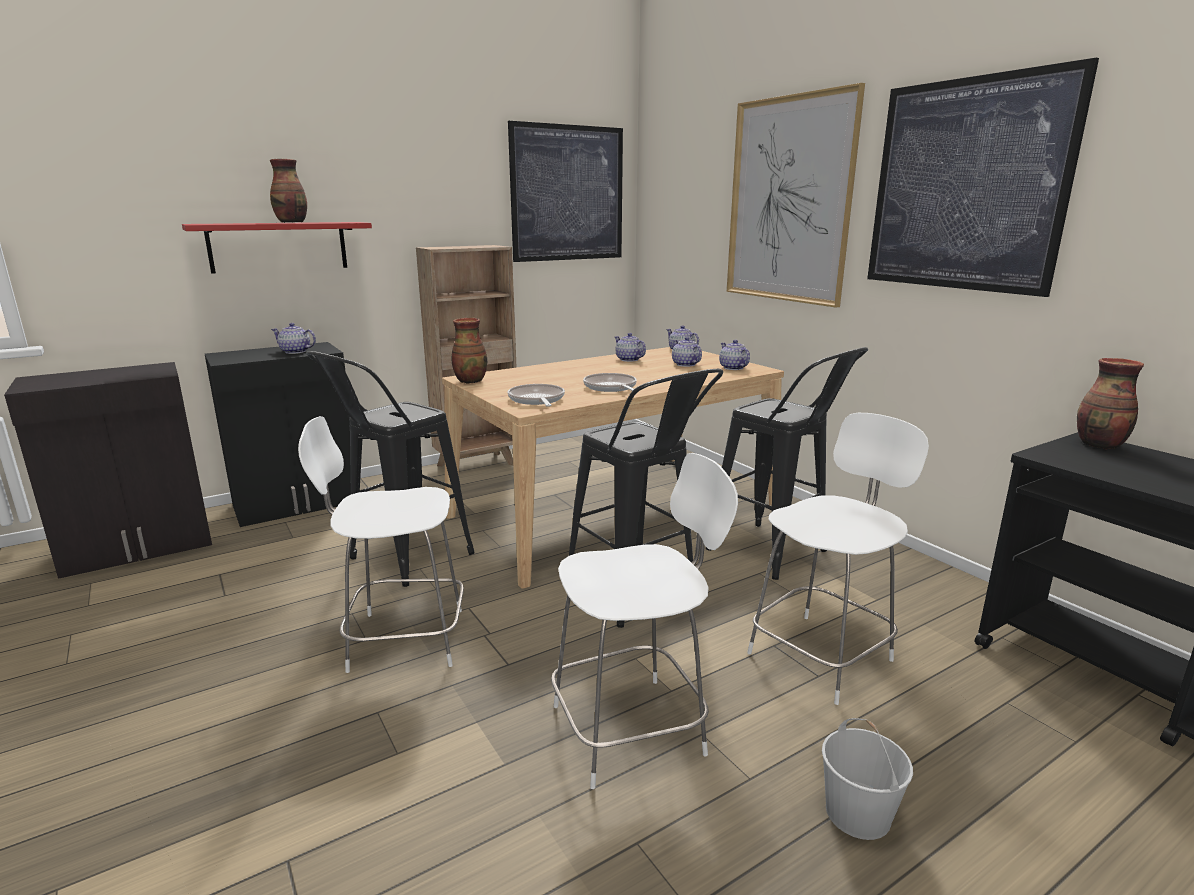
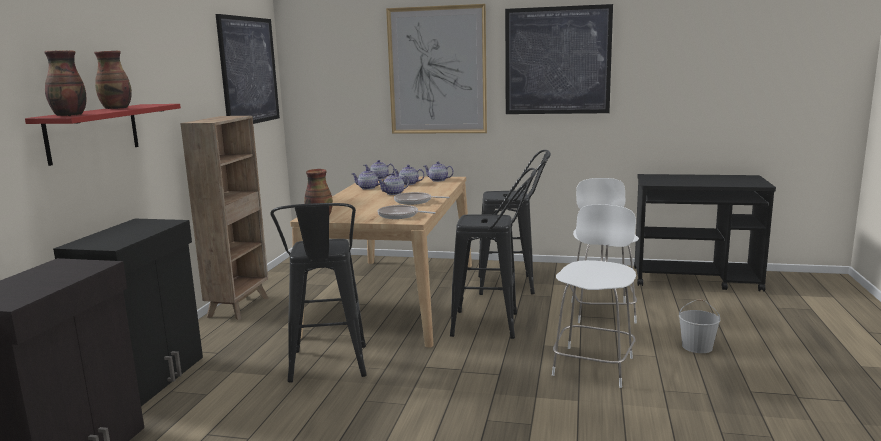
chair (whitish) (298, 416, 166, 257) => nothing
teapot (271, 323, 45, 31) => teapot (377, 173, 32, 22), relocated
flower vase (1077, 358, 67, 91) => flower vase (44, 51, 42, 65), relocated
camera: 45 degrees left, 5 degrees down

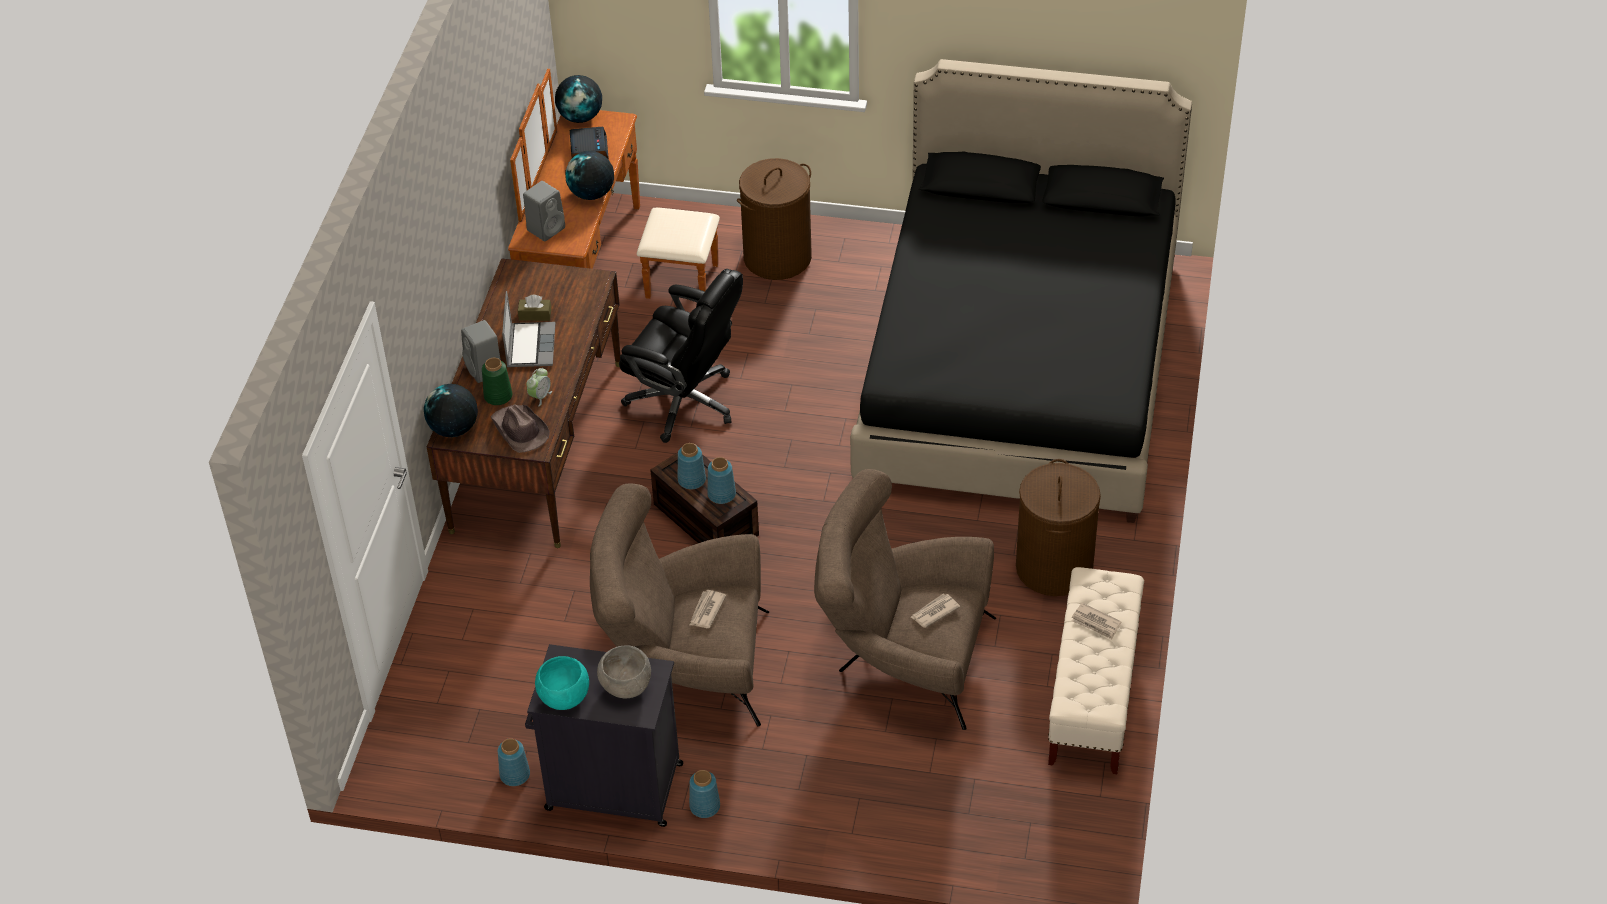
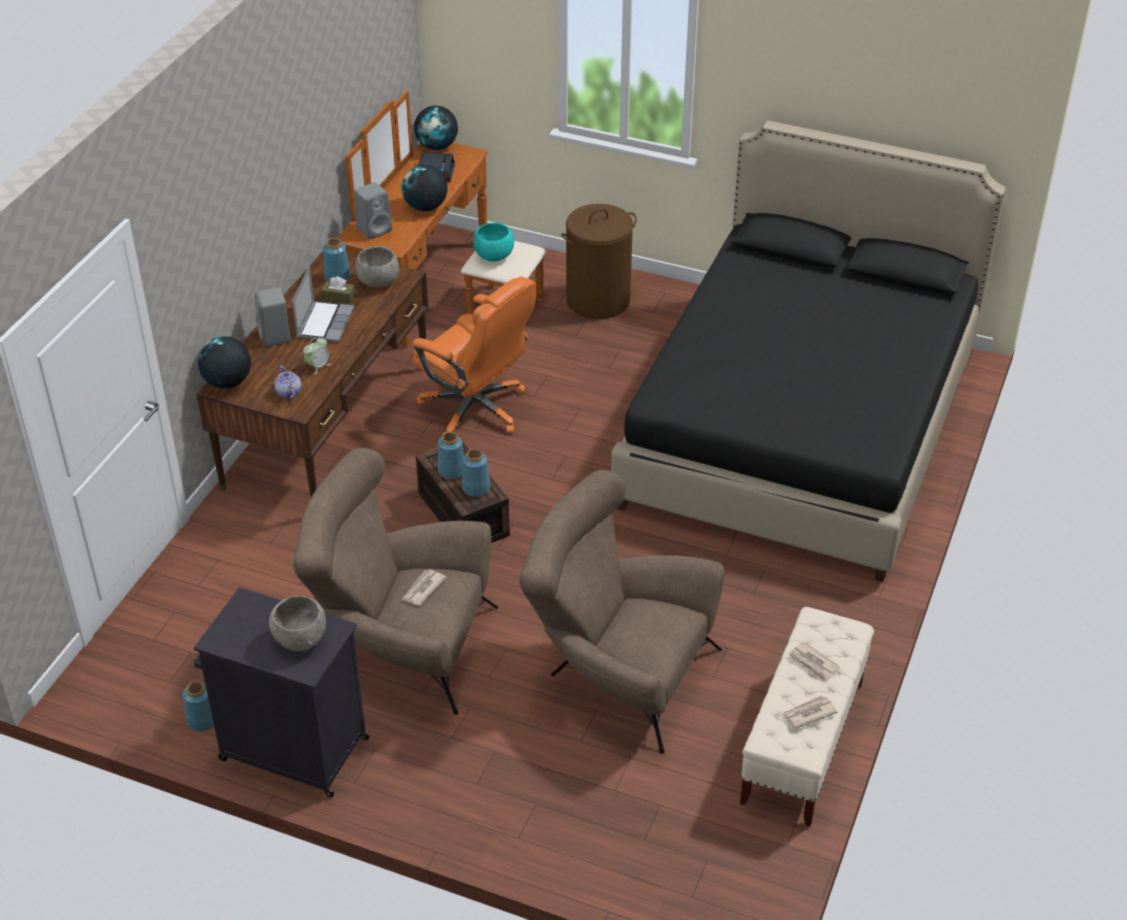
flower vase (green-coloured) (482, 358, 30, 47) => nothing
washing basket (brown-coloured) (1016, 459, 85, 137) => nothing
nothing => deep dish (greyish) (355, 246, 44, 42)
deep dish (turquoise) (535, 656, 54, 54) => deep dish (turquoise) (473, 223, 41, 39), relocated
flower vase (bluish) (689, 770, 31, 48) => flower vase (bluish) (323, 238, 27, 44), relocated
newspaper (911, 593, 49, 35) => newspaper (782, 695, 56, 34), relocated
clothing hat (brown-coloured) (490, 404, 60, 49) => teapot (274, 365, 27, 34)
office chair (black-coloured) (619, 269, 124, 174) => office chair (orangey) (412, 276, 124, 160)
camera: 10 degrees right, 5 degrees down

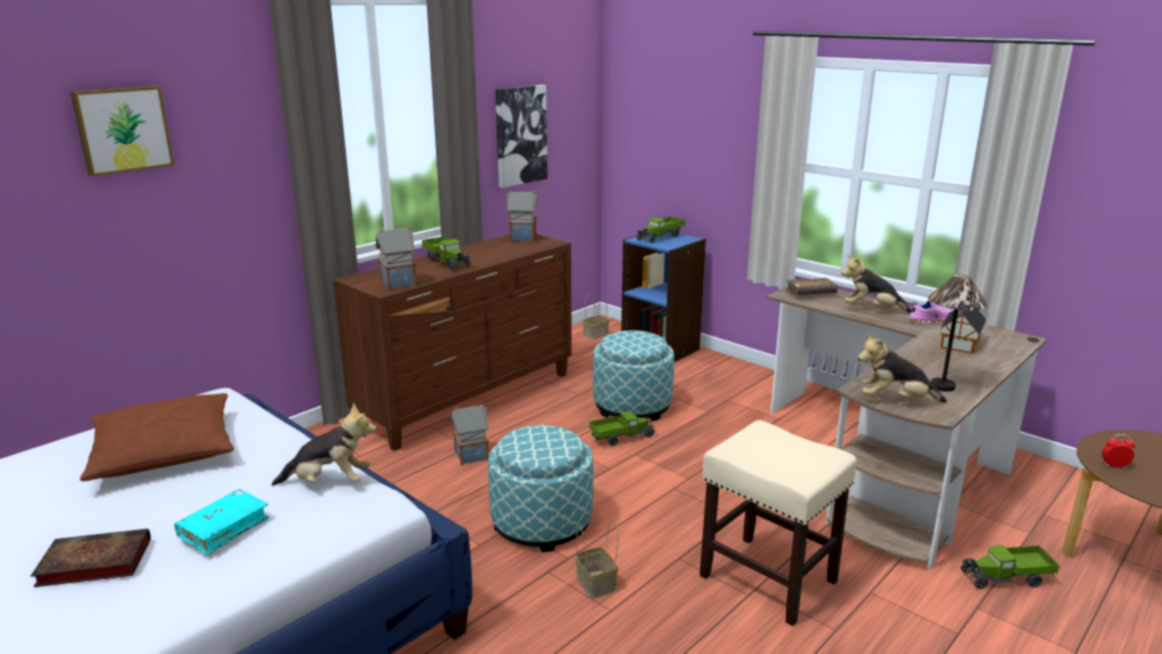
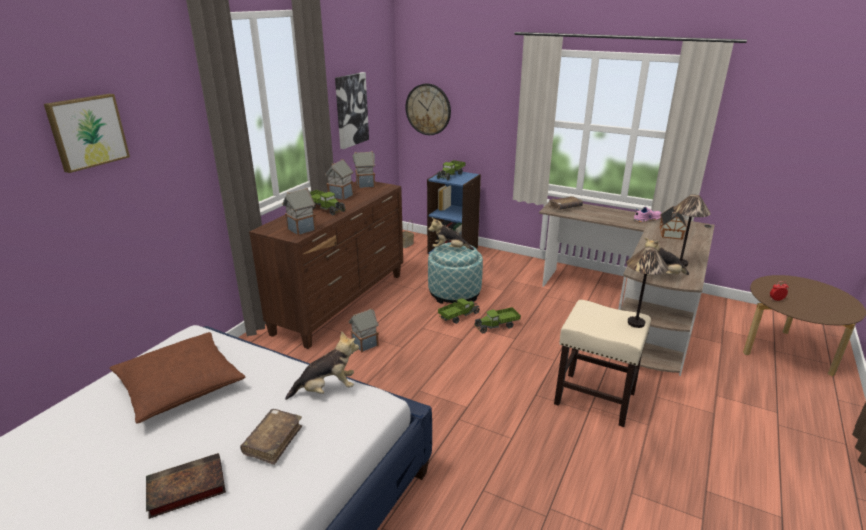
ottoman (488, 425, 105, 127) => nothing
storage basket (575, 518, 43, 80) => nothing
nothing => toy house (325, 159, 29, 42)
nothing => wall clock (405, 84, 46, 51)
nothing => lamp for a table (626, 247, 42, 81)
cuddly toy (841, 255, 71, 58) => cuddly toy (428, 217, 46, 33), relocated
toy truck (960, 545, 100, 44) => toy truck (475, 307, 46, 26), relocated
book (turquoise) (174, 489, 95, 66) => book (brown-coloured) (240, 409, 62, 56)
camera: 15 degrees left, 5 degrees up

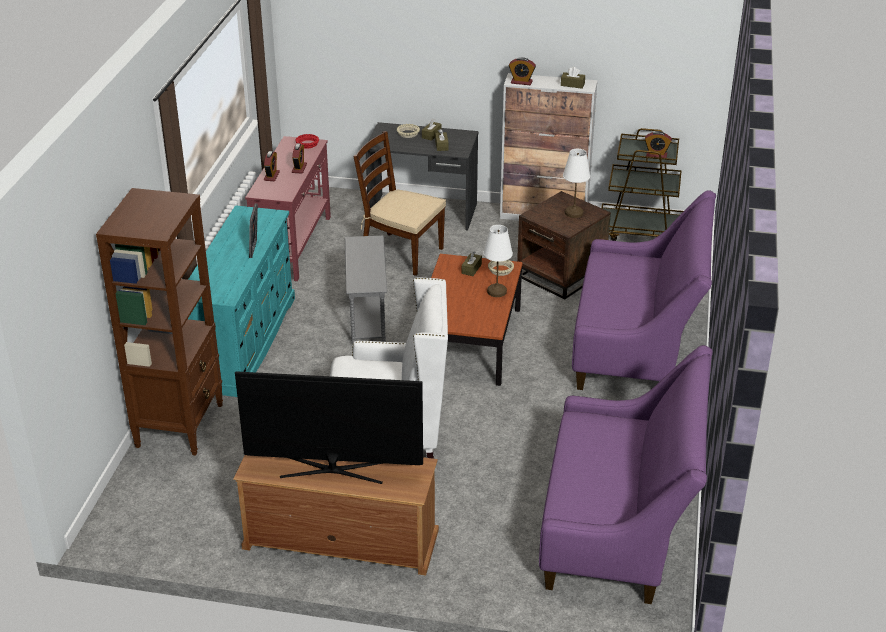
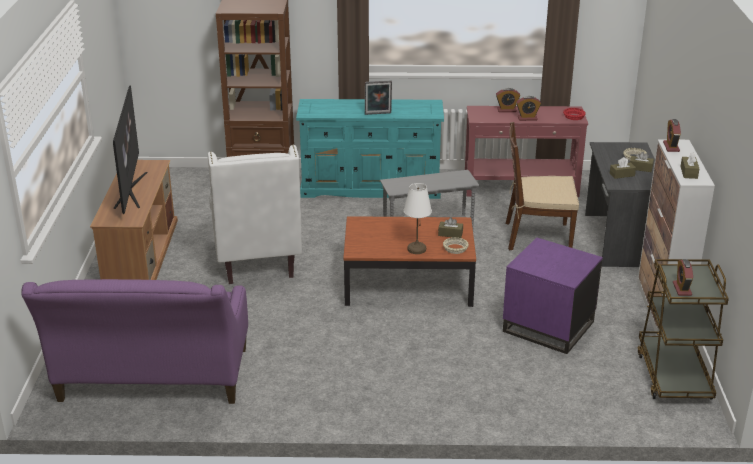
lamp for a table (whitish) (563, 149, 27, 69) => nothing
settee (purplish) (572, 190, 144, 200) => nothing
side table (brown-coloured) (517, 191, 94, 108) => side table (purplish) (503, 237, 100, 117)
chair (brown-coloured) (353, 131, 93, 145) => chair (brown-coloured) (506, 122, 73, 128), 105 degrees counterclockwise
camera: 80 degrees right, 5 degrees down

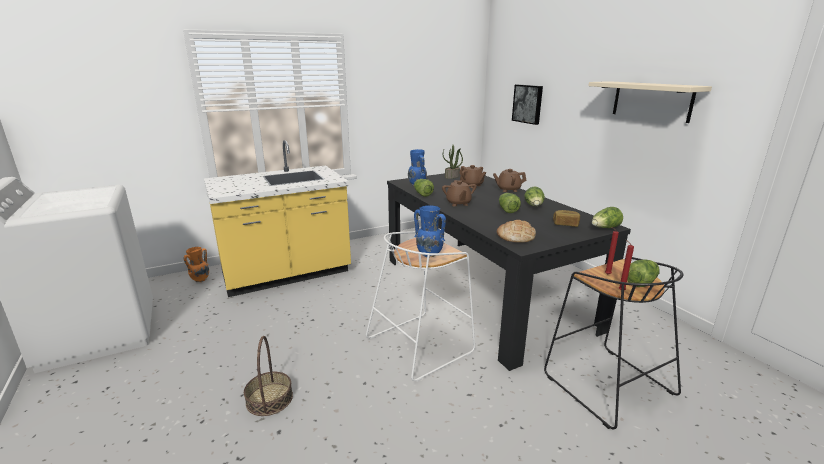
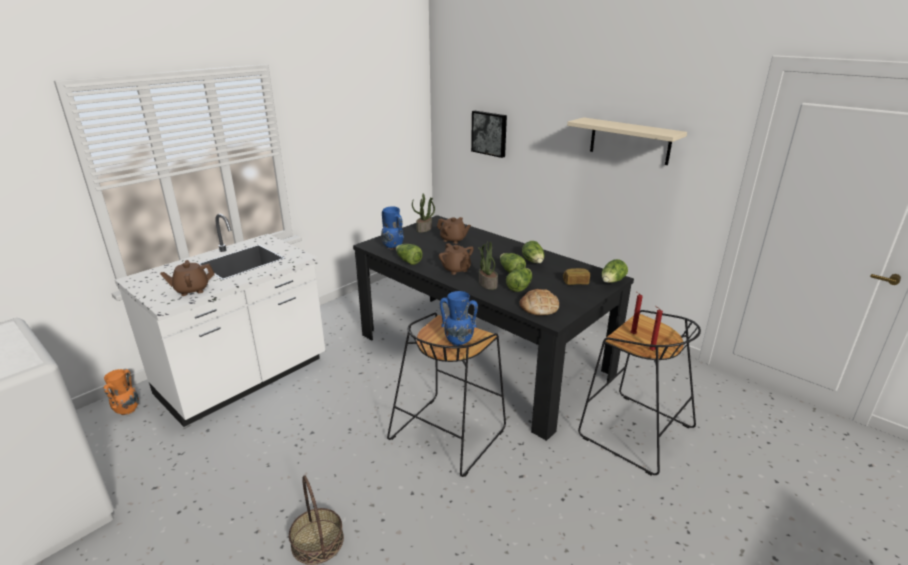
nothing => plant in a pot (478, 241, 20, 49)
teapot (brown-coloured) (493, 169, 33, 23) => teapot (brown-coloured) (160, 260, 55, 36), relocated
lettuce (627, 259, 33, 28) => lettuce (506, 268, 26, 24), relocated
counter (yellow-coloured) (204, 140, 147, 157) => counter (whitish) (115, 214, 210, 213)
stool seat (whitish) (366, 231, 109, 151) => stool seat (black-coloured) (387, 313, 119, 164)
camera: 20 degrees left, 5 degrees up

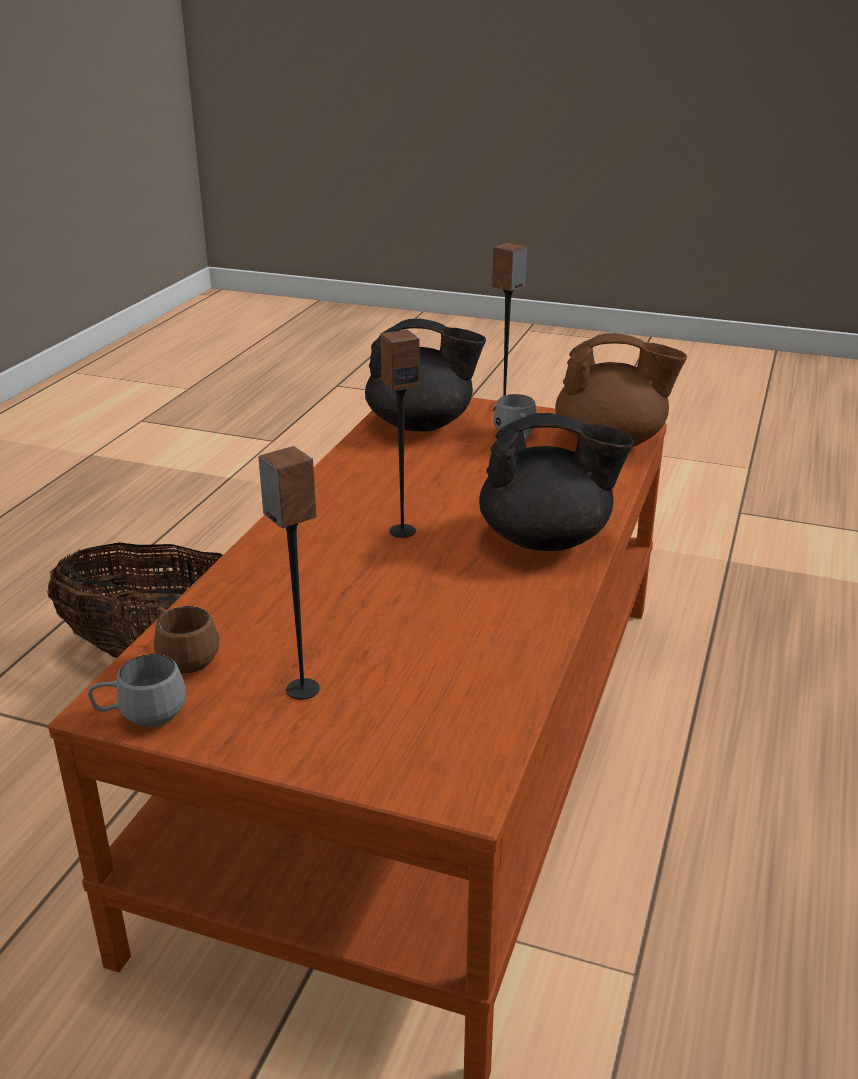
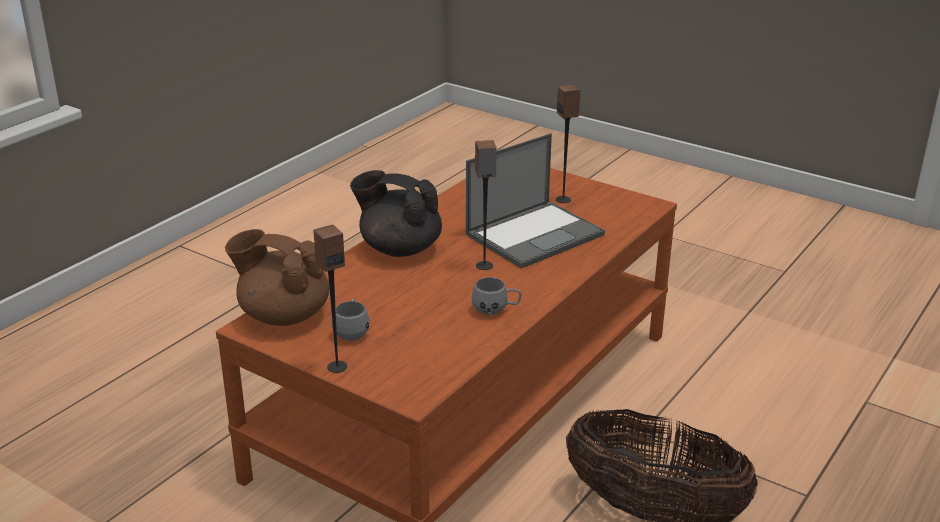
tea mug (brown-coloured) (154, 606, 66, 67) => nothing
teapot (black-coloured) (365, 319, 121, 112) => nothing
nothing => laptop (466, 133, 139, 136)
tea mug (greyish) (88, 654, 98, 73) => tea mug (greyish) (472, 277, 50, 38), relocated
camera: 165 degrees left, 0 degrees up

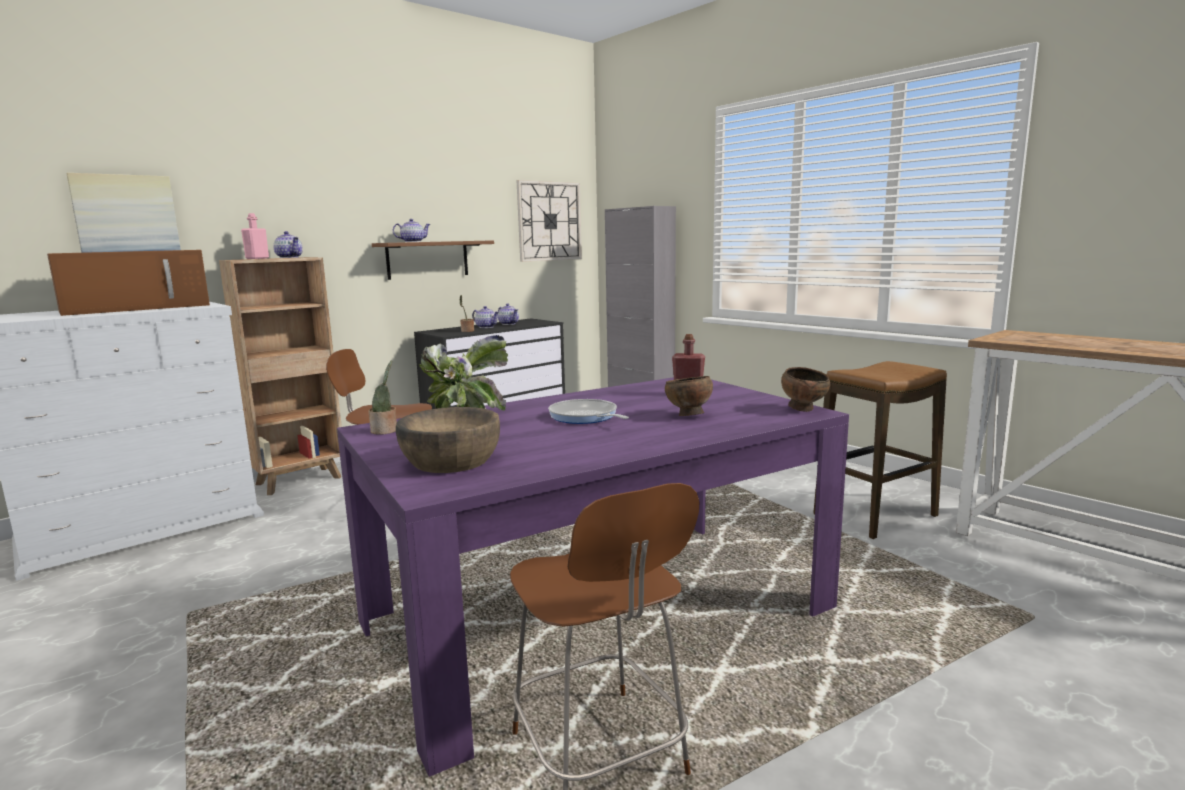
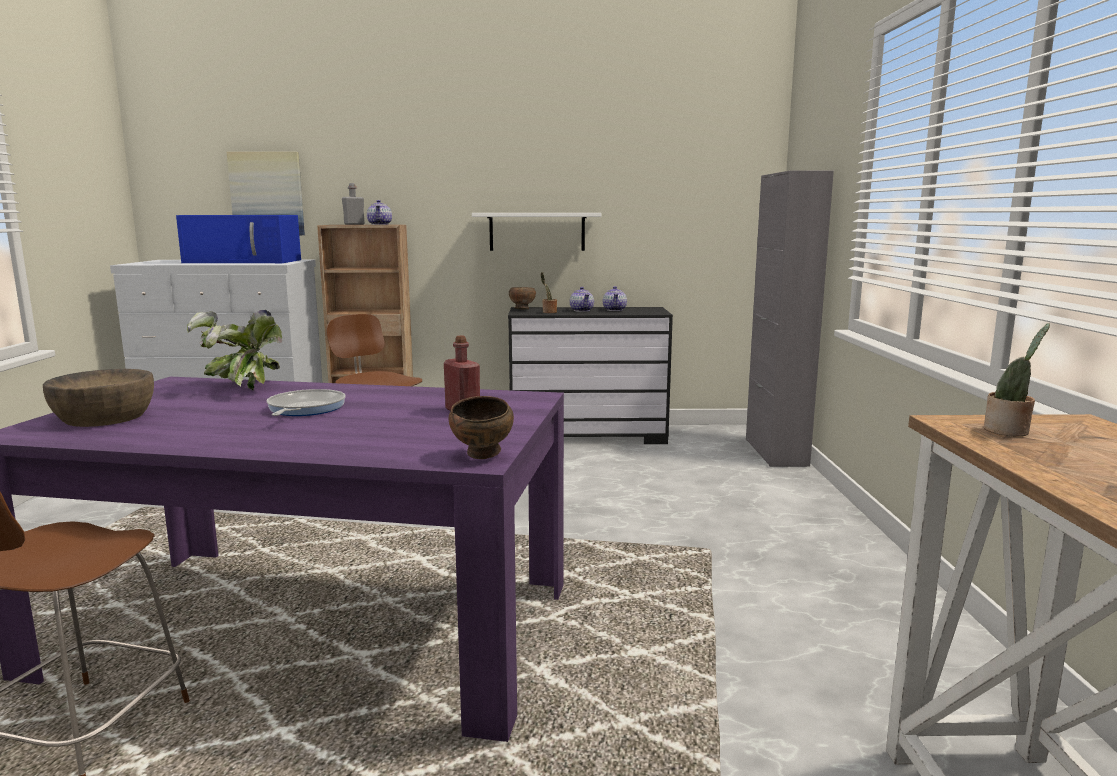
teapot (393, 219, 38, 23) => nothing
wall clock (516, 180, 66, 82) => nothing
stool seat (813, 361, 134, 178) => nothing
plant in a pot (368, 361, 29, 74) => plant in a pot (984, 323, 66, 113), relocated
deep dish (brown-coloured) (665, 376, 48, 40) => deep dish (brown-coloured) (509, 287, 27, 22), relocated
kitchen microwave (brown-coloured) (47, 250, 163, 66) => kitchen microwave (bluish) (176, 215, 125, 48)
beverage bottle (pink-coloured) (241, 213, 28, 46) => beverage bottle (greyish) (342, 183, 23, 42)
shelf (brown-coloured) (372, 240, 122, 40) => shelf (whitish) (472, 213, 130, 38)
camera: 40 degrees right, 0 degrees up

